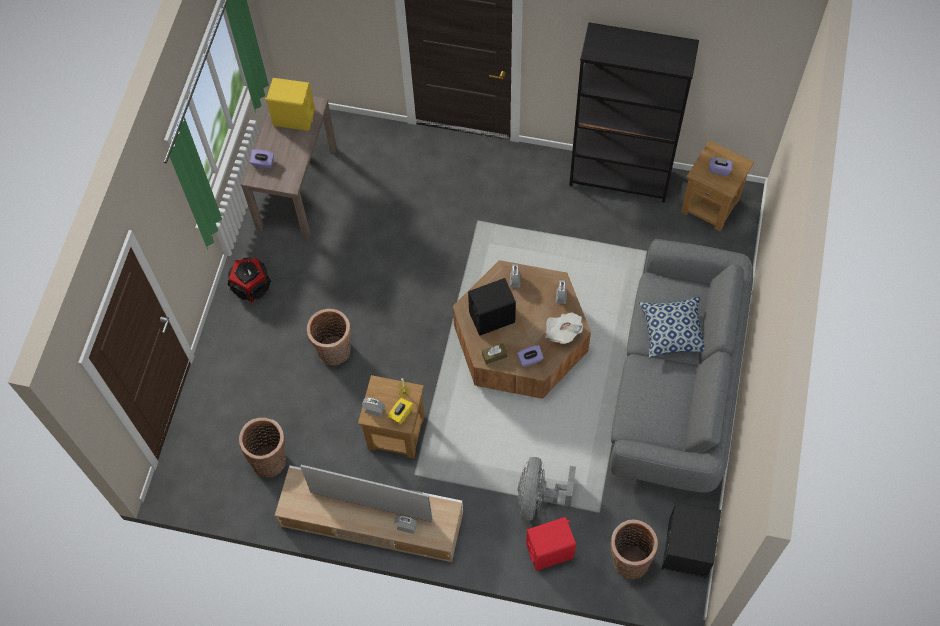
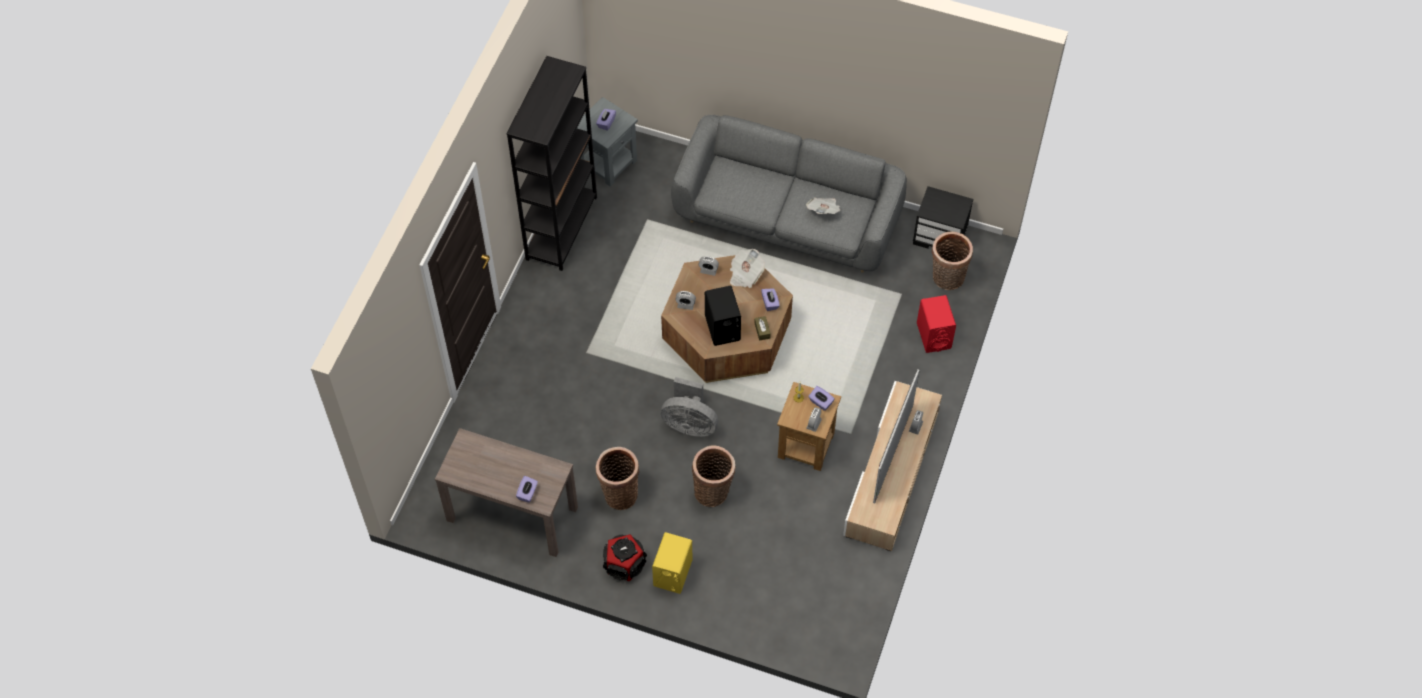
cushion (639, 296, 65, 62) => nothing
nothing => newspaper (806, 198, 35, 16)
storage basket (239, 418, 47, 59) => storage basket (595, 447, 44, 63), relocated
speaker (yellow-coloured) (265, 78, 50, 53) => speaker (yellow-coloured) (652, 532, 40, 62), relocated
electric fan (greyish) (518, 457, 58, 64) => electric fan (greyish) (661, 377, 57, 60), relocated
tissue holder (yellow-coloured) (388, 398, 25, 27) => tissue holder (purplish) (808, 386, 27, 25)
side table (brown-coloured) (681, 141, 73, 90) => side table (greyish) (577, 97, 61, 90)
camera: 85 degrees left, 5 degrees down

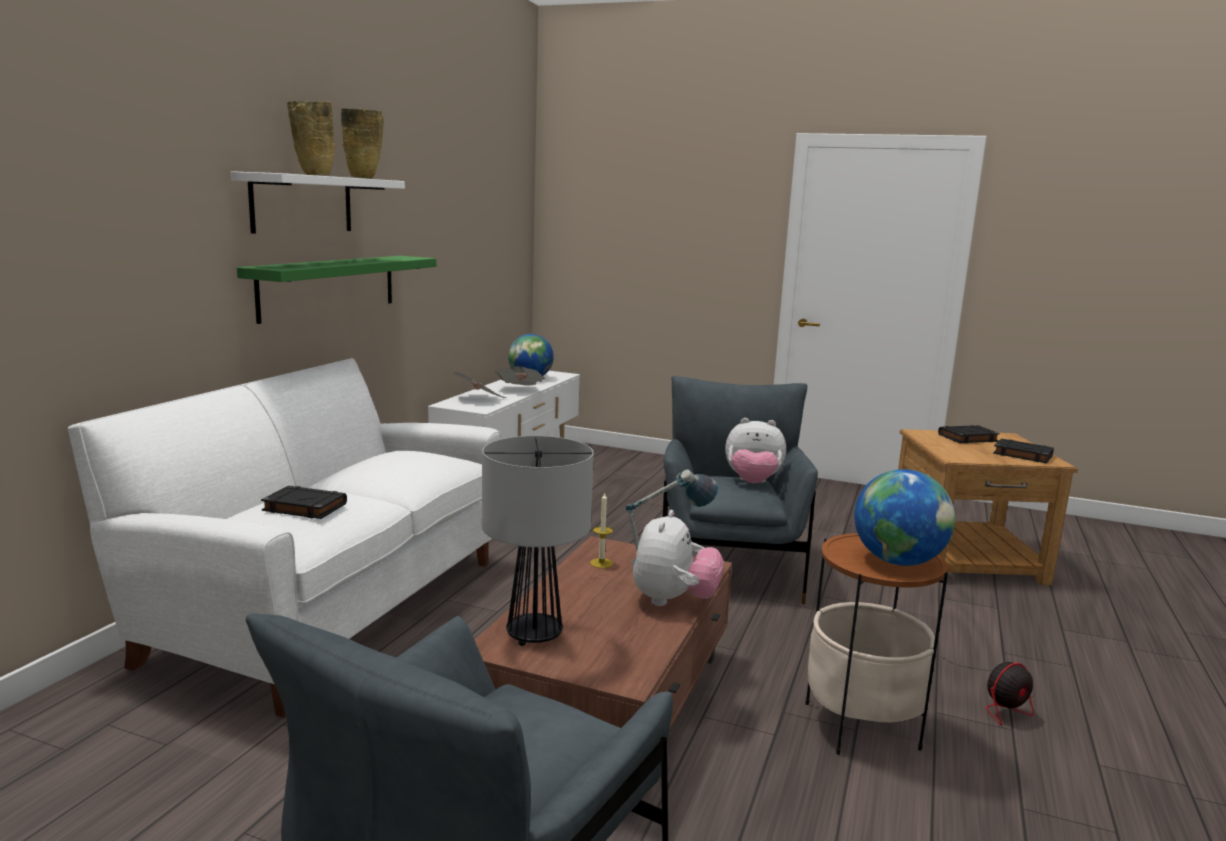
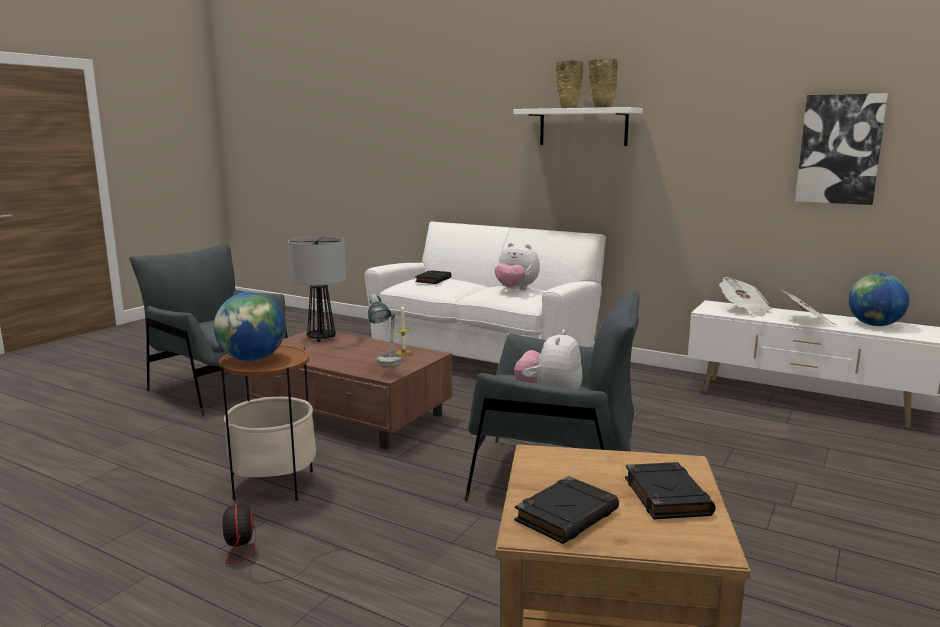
shelf (green-coloured) (237, 256, 199, 68) => nothing
nothing => picture (795, 93, 93, 112)
cuddly toy (633, 510, 91, 96) => cuddly toy (494, 243, 46, 47), relocated
camera: 100 degrees right, 0 degrees up

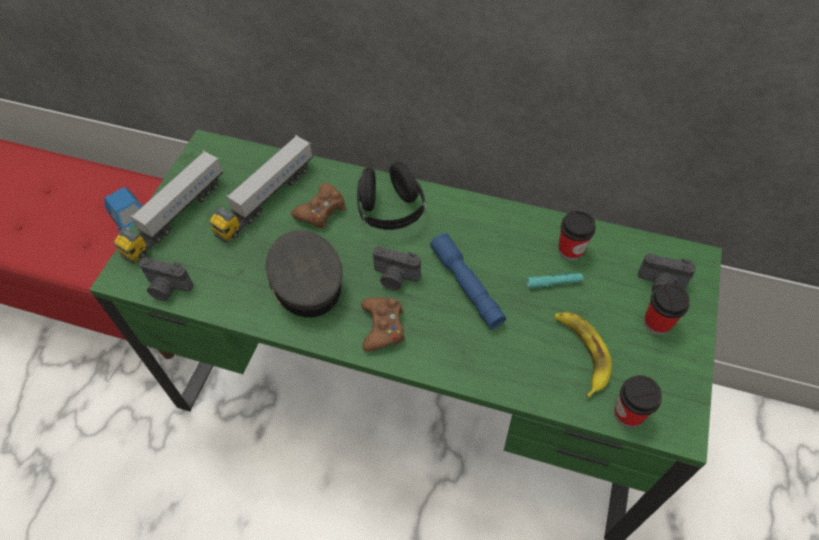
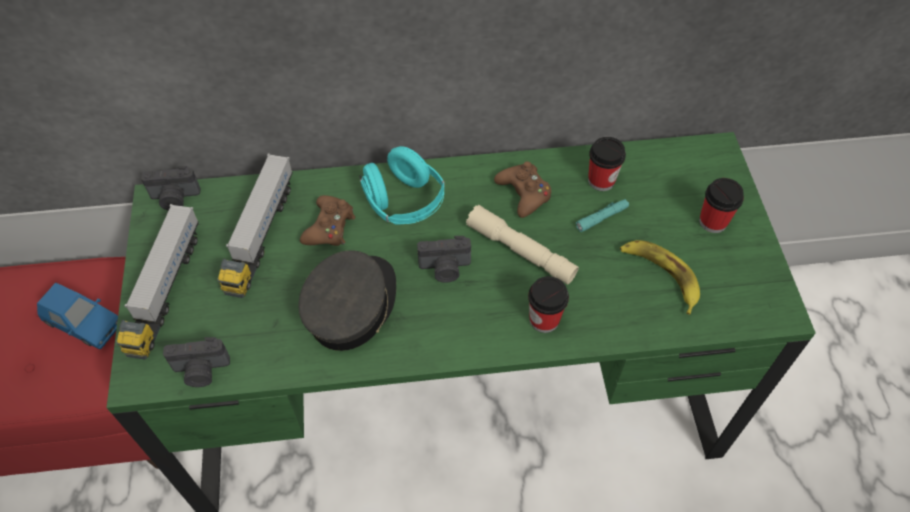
gamepad (brown-coloured) (361, 297, 44, 54) => gamepad (brown-coloured) (494, 161, 57, 57), relocated
drinking cup (614, 375, 48, 53) => drinking cup (528, 276, 41, 57), relocated
still camera (638, 253, 58, 39) => still camera (141, 166, 60, 45), relocated
headphones (black-coloured) (357, 162, 69, 68) => headphones (turquoise) (359, 146, 86, 79)
torch (bluish) (430, 233, 76, 96) => torch (sand-coloured) (466, 205, 113, 79)
cap (greyish) (266, 230, 77, 88) => cap (greyish) (298, 250, 98, 101), 75 degrees clockwise
camera: 25 degrees left, 0 degrees up

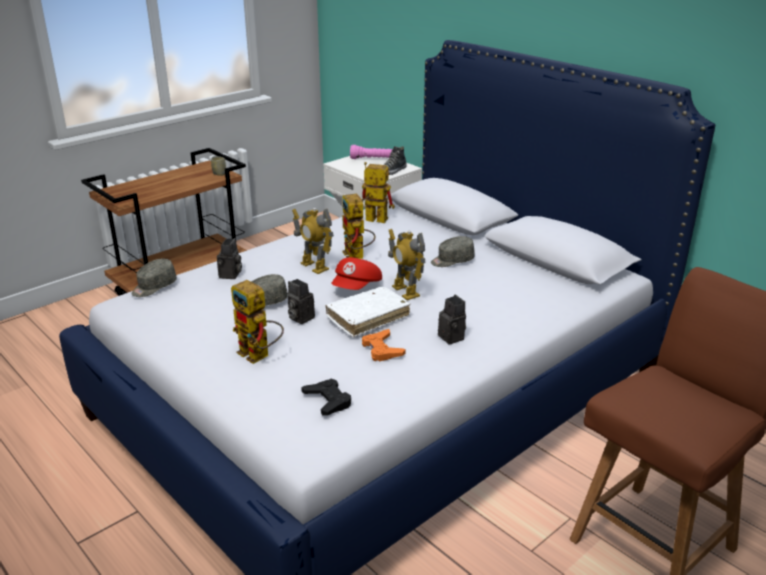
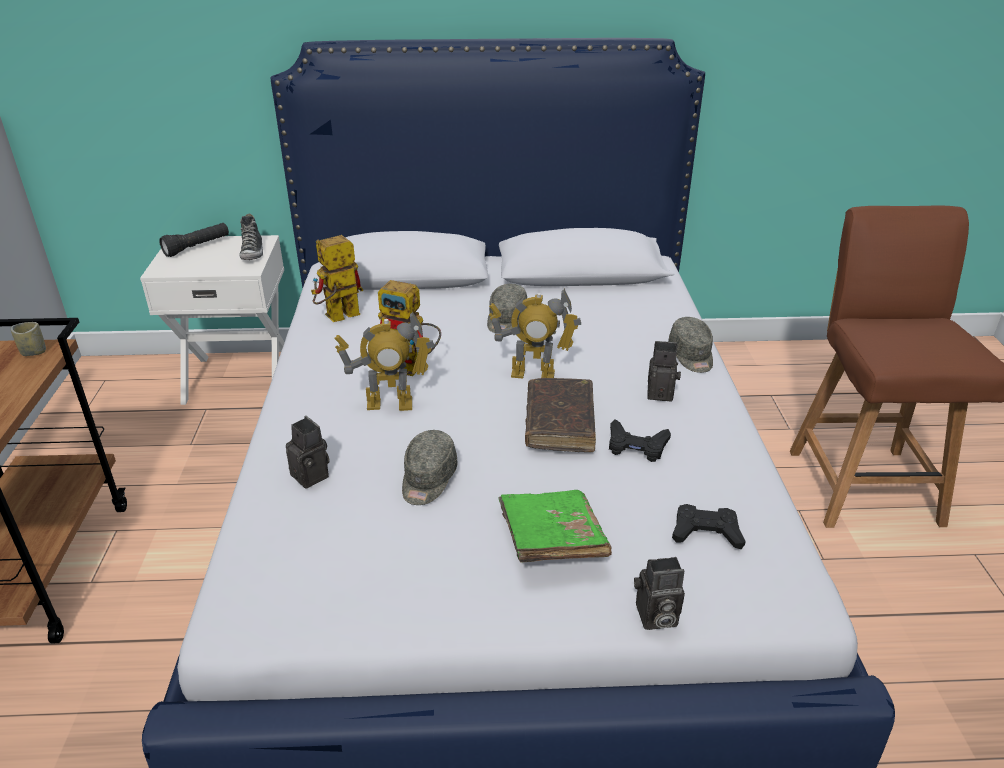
cap (reddish) (331, 257, 51, 33) => nothing
cap (greyish) (132, 259, 45, 38) => cap (greyish) (668, 317, 45, 56), relocated
still camera (288, 279, 27, 45) => still camera (634, 557, 51, 73), relocated
toy robot (231, 280, 53, 84) => book (green-coloured) (498, 490, 114, 73)
book (whitish) (326, 287, 84, 50) => book (brown-coloured) (525, 378, 71, 74)
torch (pink-coloured) (350, 145, 42, 14) => torch (black-coloured) (159, 223, 70, 34)
gamepad (orangey) (362, 329, 43, 32) => gamepad (black-coloured) (609, 419, 62, 43)
camera: 50 degrees left, 5 degrees up

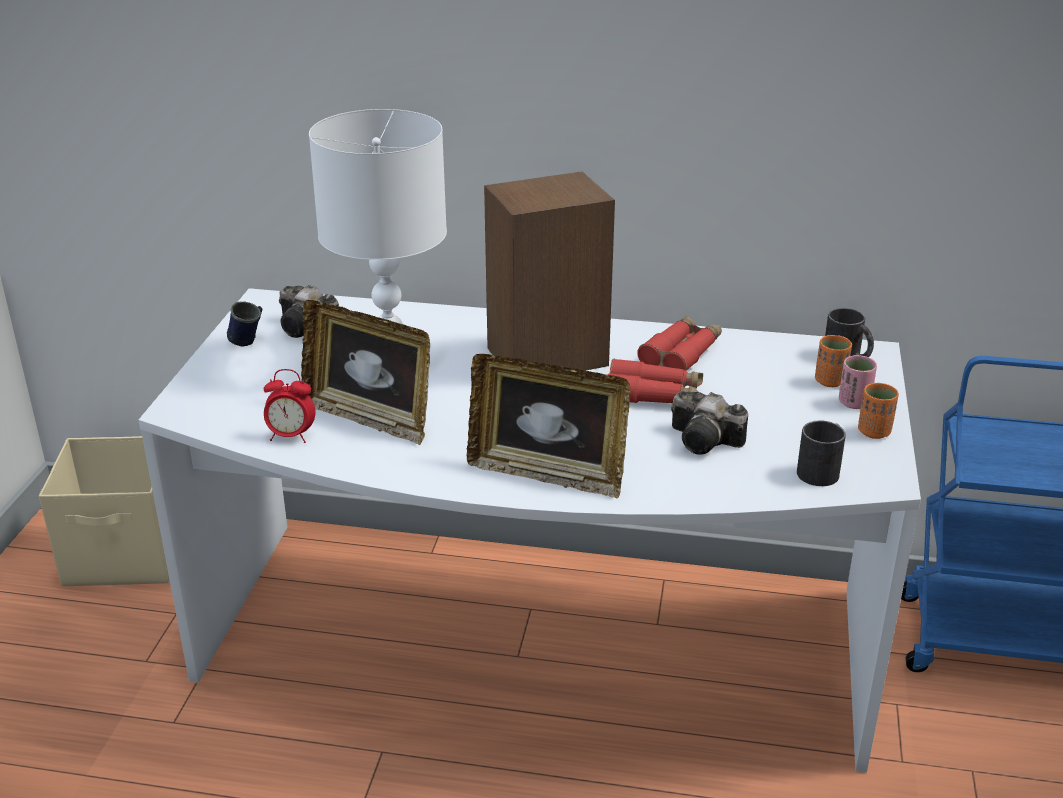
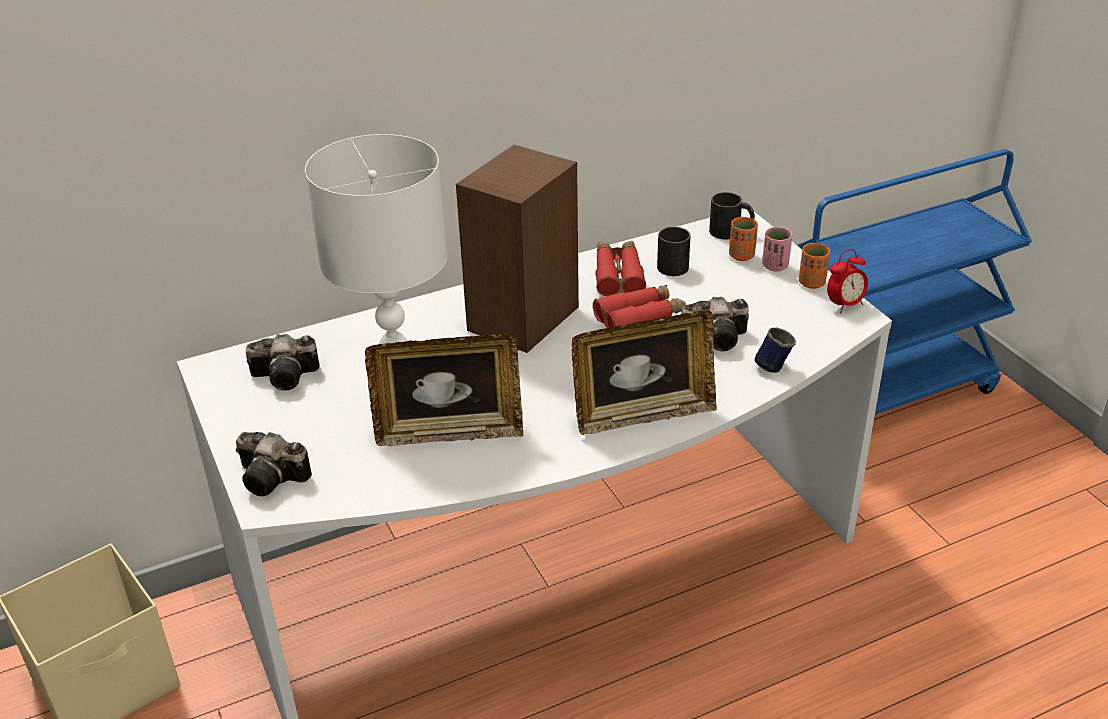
nothing => still camera (236, 432, 76, 64)
tea mug (bluish) (227, 301, 35, 46) => tea mug (bluish) (754, 328, 42, 45), relocated
table clock (264, 369, 51, 74) => table clock (827, 249, 41, 64), relocated
tea mug (black-coloured) (797, 421, 49, 65) => tea mug (black-coloured) (657, 227, 34, 49), relocated
camera: 35 degrees left, 5 degrees up

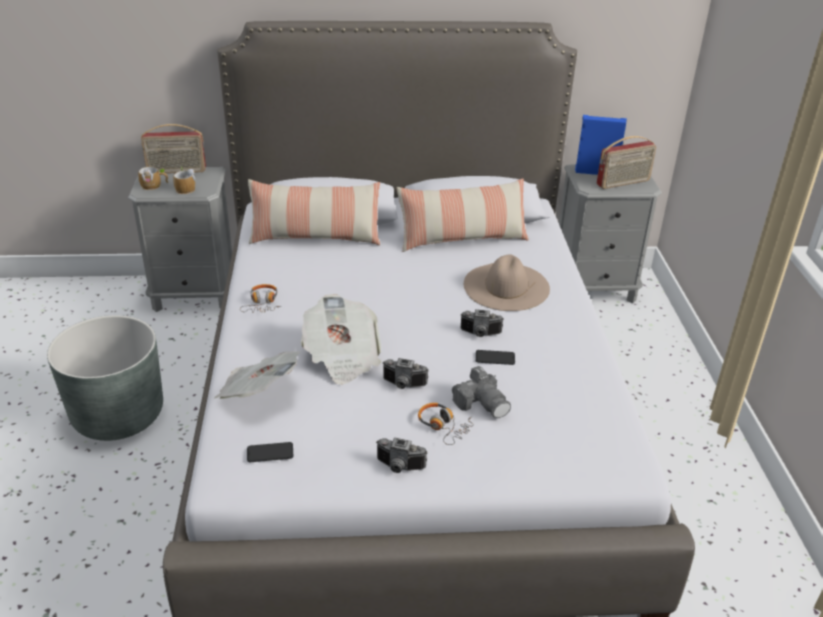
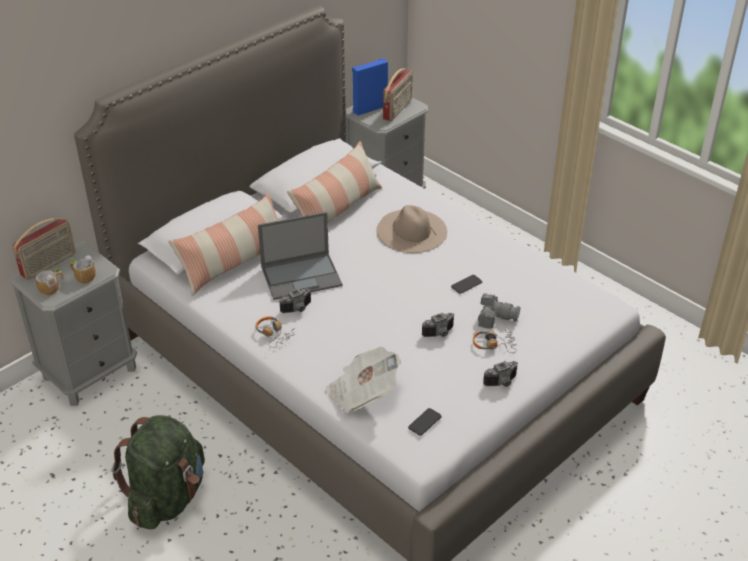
newspaper (301, 294, 80, 91) => nothing
nothing => laptop (258, 212, 85, 88)
still camera (460, 309, 44, 28) => still camera (279, 288, 32, 25), relocated
plant pot (greyish) (47, 315, 116, 126) => knapsack (green-coloured) (112, 415, 93, 115)
camera: 40 degrees left, 5 degrees up

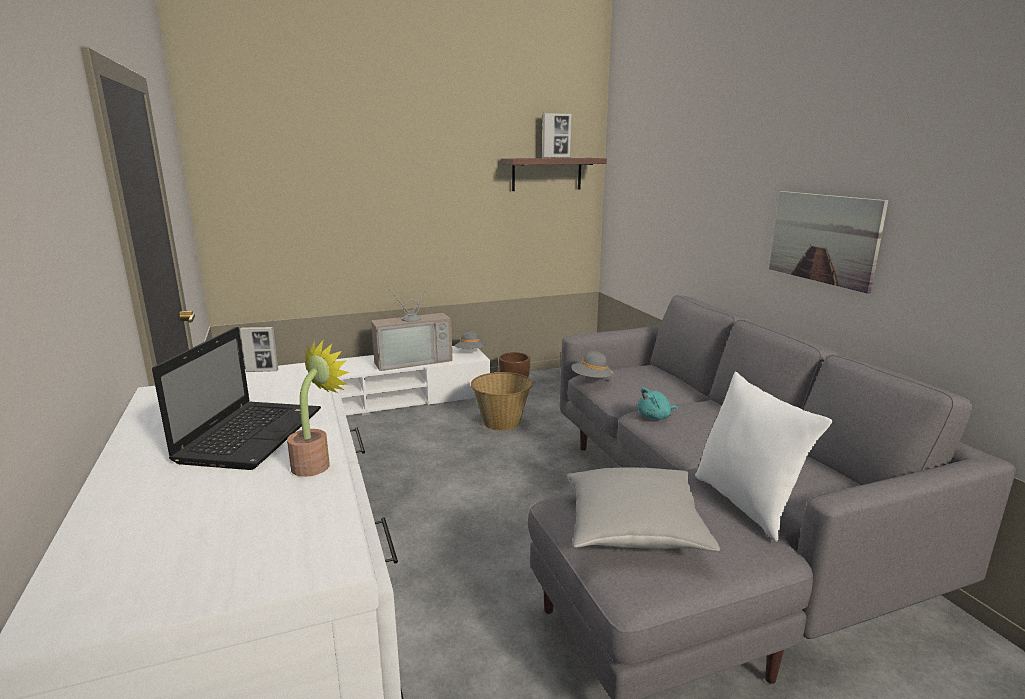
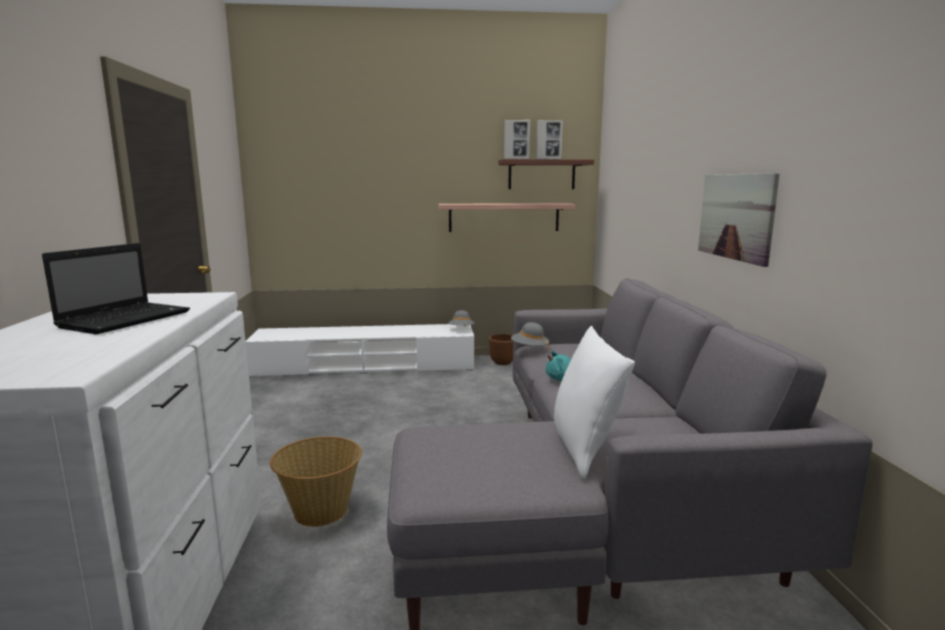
plant in a pot (287, 339, 62, 138) => nothing
TV (371, 280, 82, 91) => nothing
cushion (greyish) (567, 468, 153, 83) => nothing
nothing => shelf (438, 203, 137, 29)
standing frame (240, 327, 38, 45) => standing frame (504, 120, 27, 39), relocated
storage basket (471, 372, 62, 59) => storage basket (270, 436, 92, 91), relocated
camera: 15 degrees right, 5 degrees down

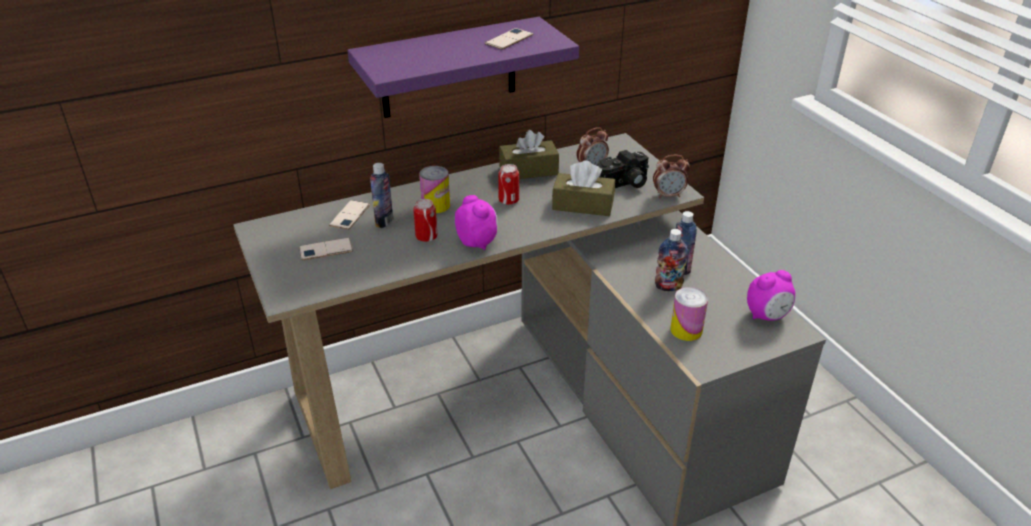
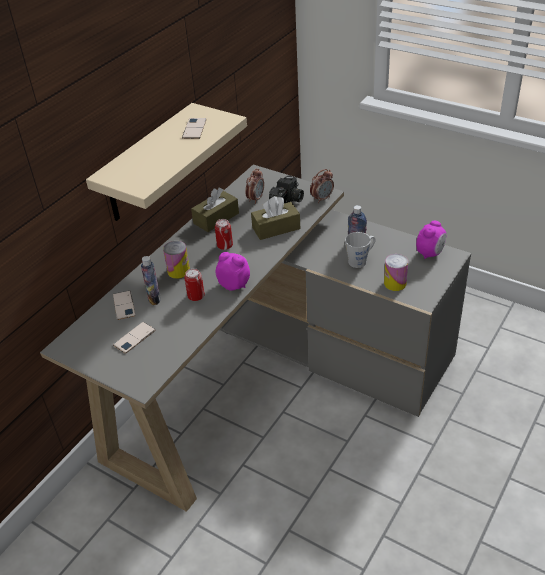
beverage bottle (655, 229, 33, 62) => tea mug (greyish) (345, 232, 30, 36)
shelf (purplish) (347, 17, 232, 101) => shelf (sand-coloured) (86, 103, 161, 118)
camera: 30 degrees left, 5 degrees up

